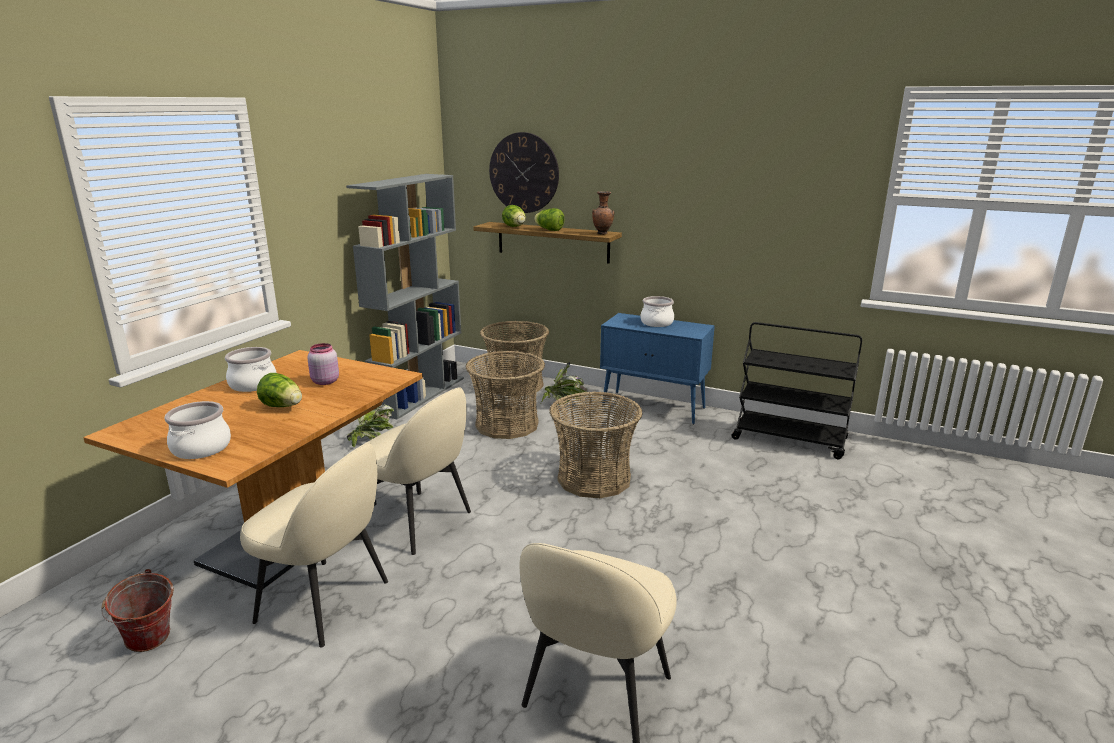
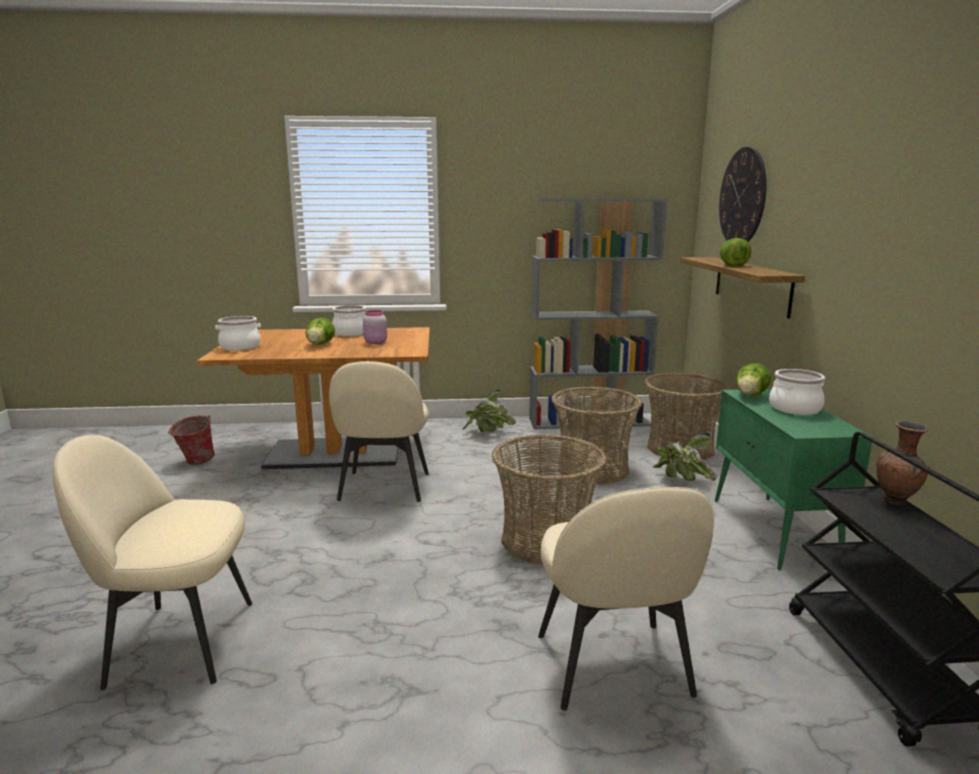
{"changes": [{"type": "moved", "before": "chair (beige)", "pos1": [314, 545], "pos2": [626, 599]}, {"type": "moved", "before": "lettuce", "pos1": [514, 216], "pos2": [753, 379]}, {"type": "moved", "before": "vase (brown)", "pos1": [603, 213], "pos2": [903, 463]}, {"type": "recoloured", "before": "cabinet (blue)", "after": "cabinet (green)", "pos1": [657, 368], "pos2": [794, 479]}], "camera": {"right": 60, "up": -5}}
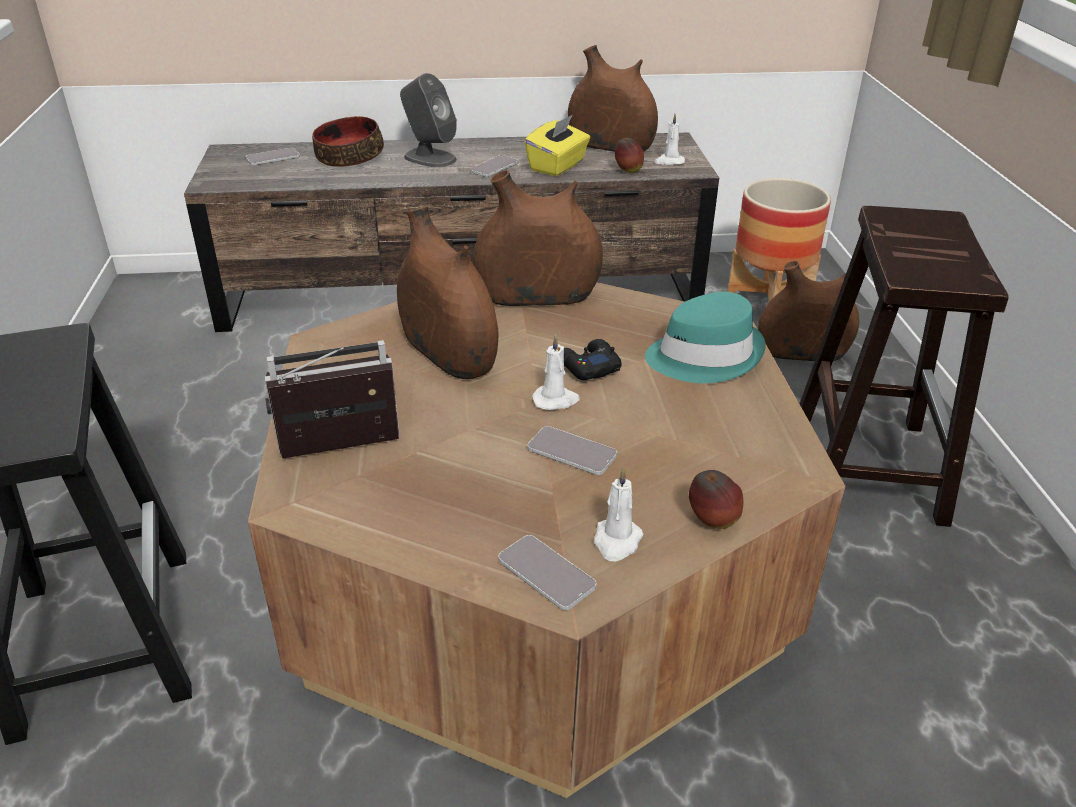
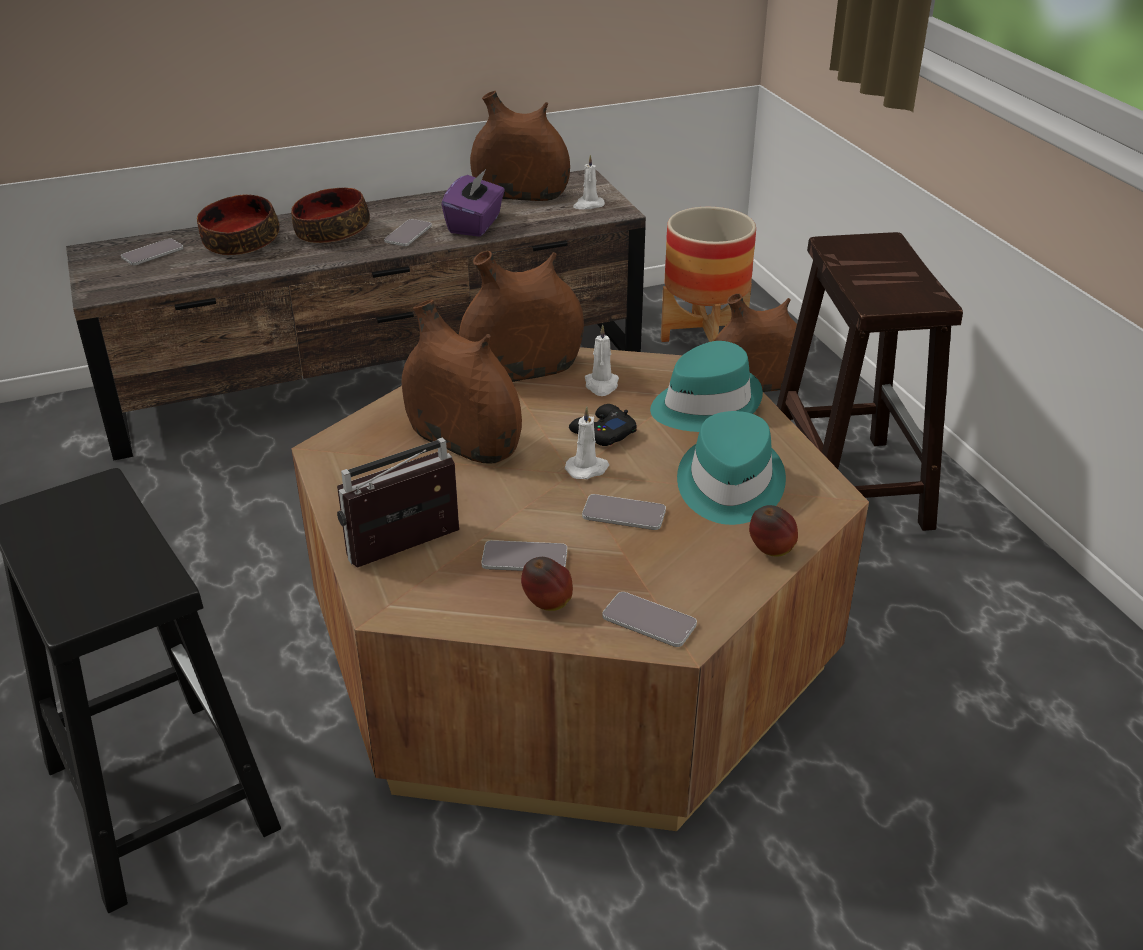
{"changes": [{"type": "added", "after": "phone", "pos2": [524, 555]}, {"type": "added", "after": "hat (turquoise)", "pos2": [731, 468]}, {"type": "moved", "before": "candle (white)", "pos1": [619, 514], "pos2": [602, 360]}, {"type": "moved", "before": "apple", "pos1": [629, 155], "pos2": [547, 584]}, {"type": "replaced", "before": "speaker (grey)", "after": "bowl", "pos1": [428, 120], "pos2": [330, 215]}, {"type": "recoloured", "before": "tissue box (yellow)", "after": "tissue box (purple)", "pos1": [557, 146], "pos2": [473, 203]}], "camera": {"right": -15, "up": 0}}
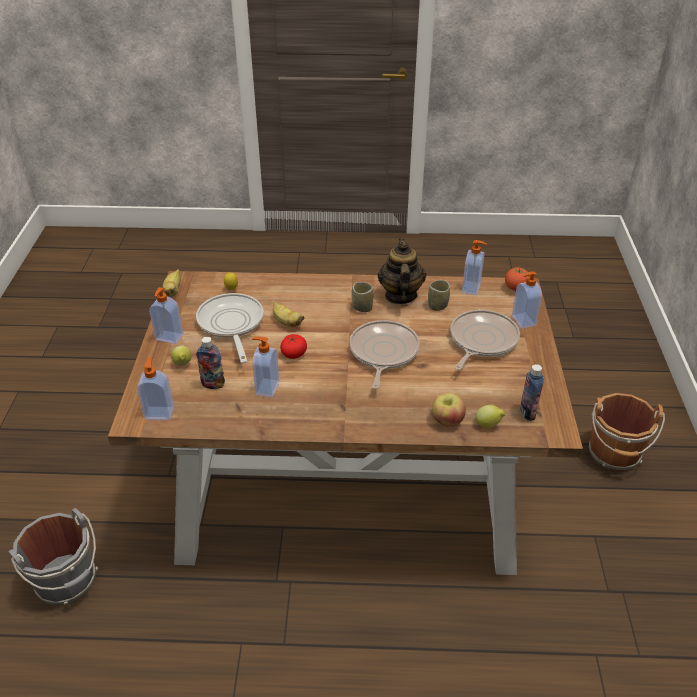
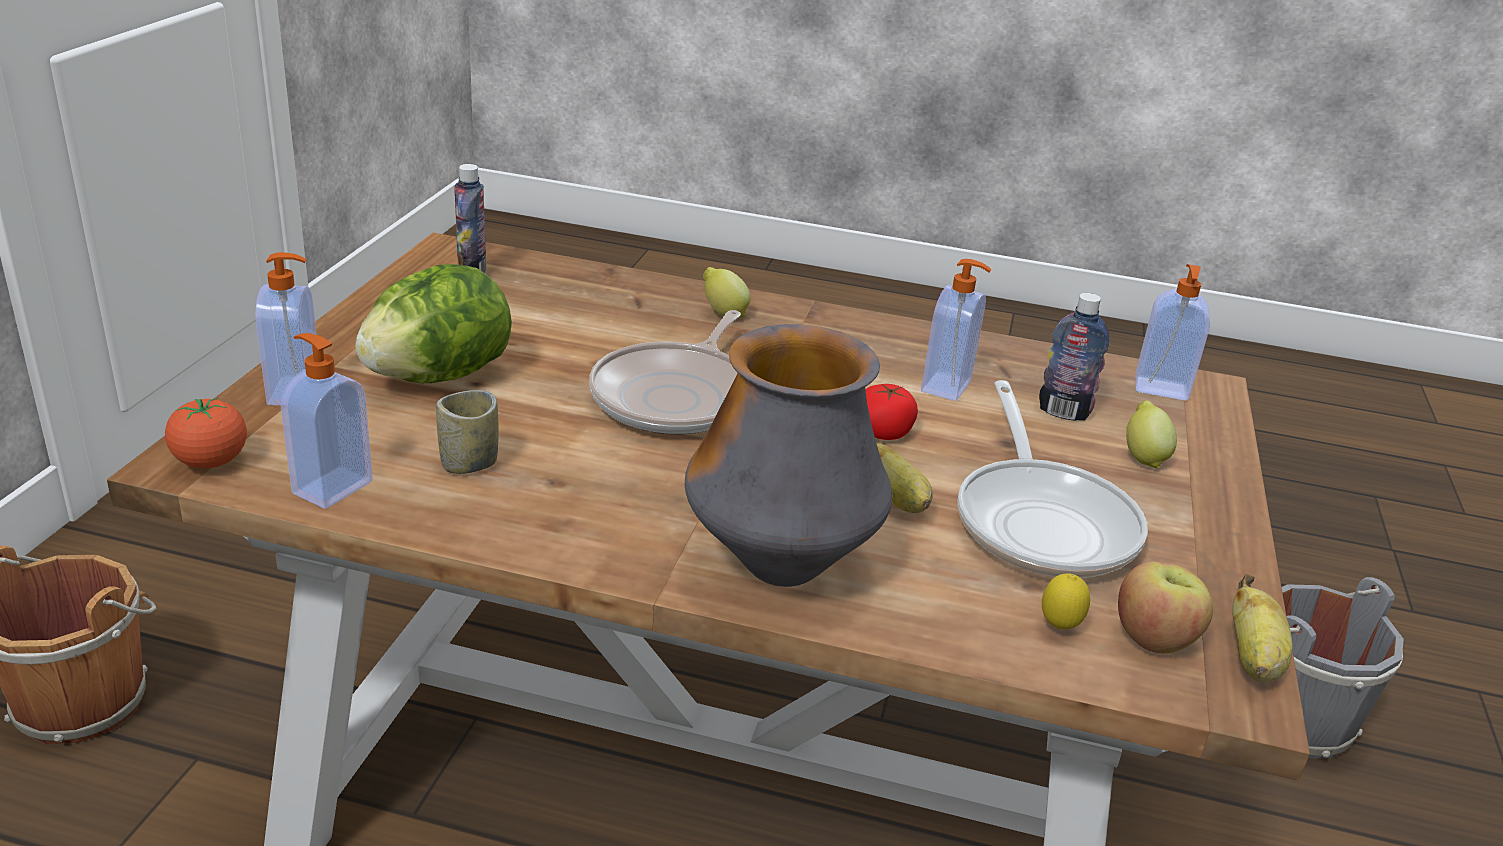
{"changes": [{"type": "removed", "before": "soap dispenser", "pos1": [166, 315]}, {"type": "removed", "before": "cup", "pos1": [363, 297]}, {"type": "removed", "before": "teapot", "pos1": [402, 271]}, {"type": "added", "after": "vase", "pos2": [789, 455]}, {"type": "moved", "before": "apple", "pos1": [449, 410], "pos2": [1165, 608]}, {"type": "moved", "before": "lemon", "pos1": [490, 416], "pos2": [727, 292]}, {"type": "replaced", "before": "frying pan", "after": "lettuce", "pos1": [485, 340], "pos2": [433, 323]}], "camera": {"right": -170, "up": -10}}
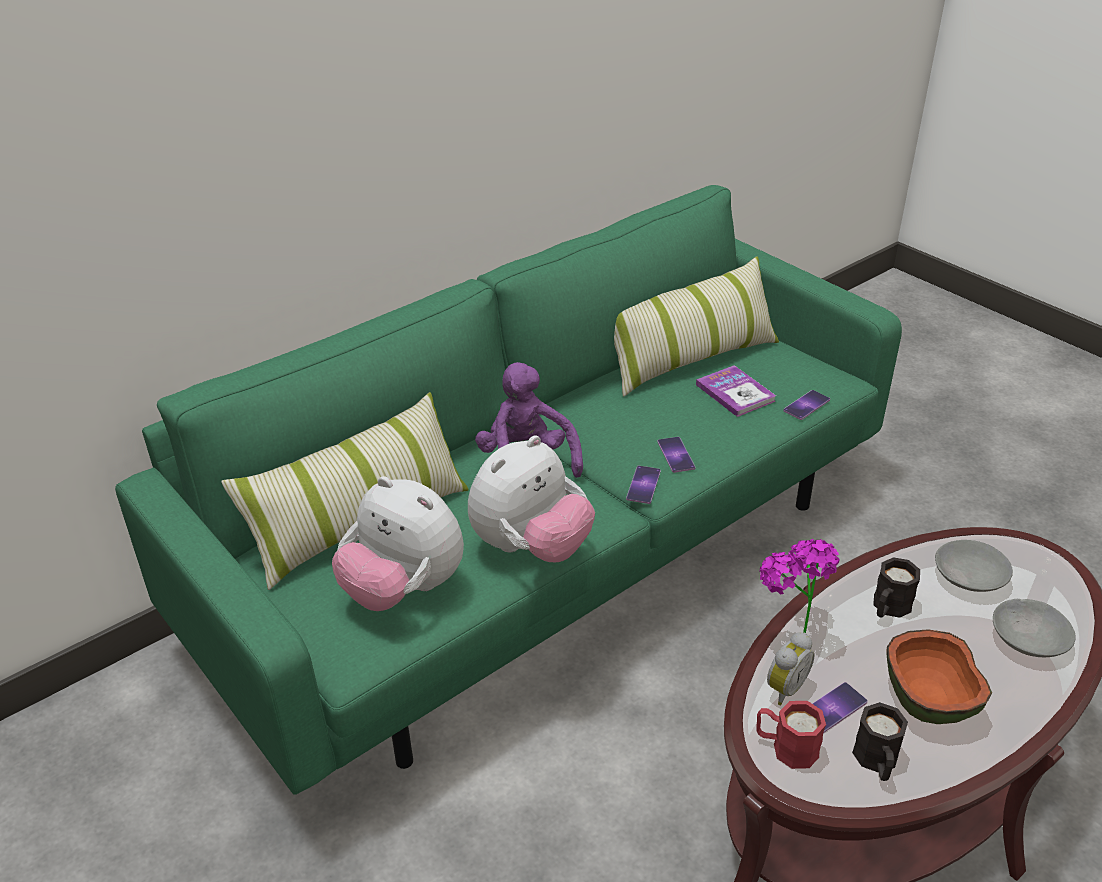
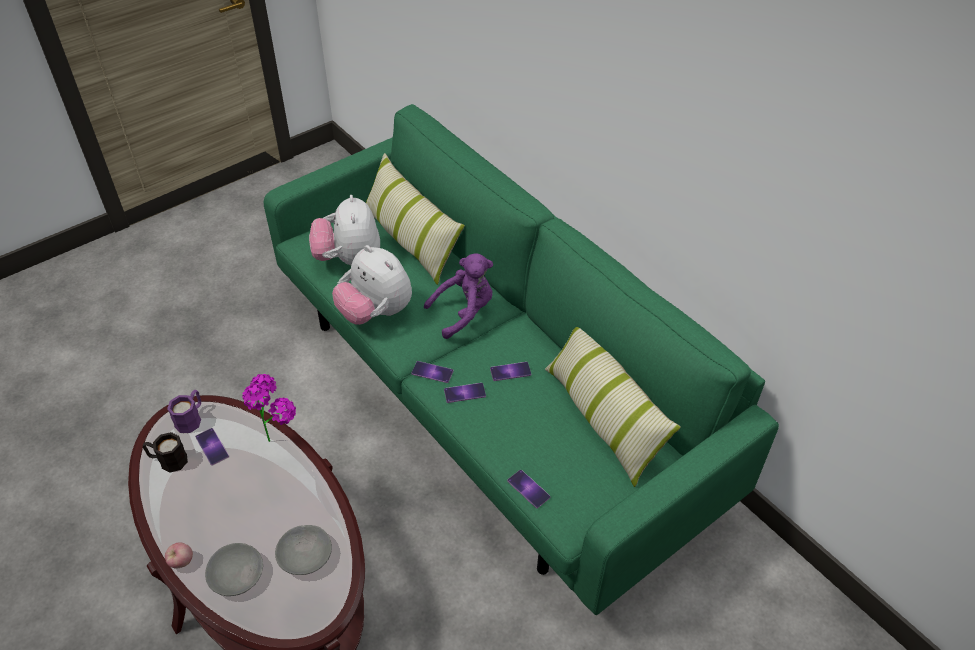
{"changes": [{"type": "removed", "before": "book", "pos1": [736, 391]}, {"type": "removed", "before": "alarm clock", "pos1": [790, 668]}, {"type": "removed", "before": "mug (black)", "pos1": [896, 587]}, {"type": "removed", "before": "bowl", "pos1": [939, 676]}, {"type": "added", "after": "apple", "pos2": [179, 555]}, {"type": "added", "after": "phone", "pos2": [510, 371]}, {"type": "recoloured", "before": "mug (red)", "after": "mug (purple)", "pos1": [791, 735], "pos2": [184, 411]}, {"type": "turned", "before": "plush toy", "pos1": [398, 543], "pos2": [344, 230], "turn": -45}], "camera": {"right": 90, "up": 10}}
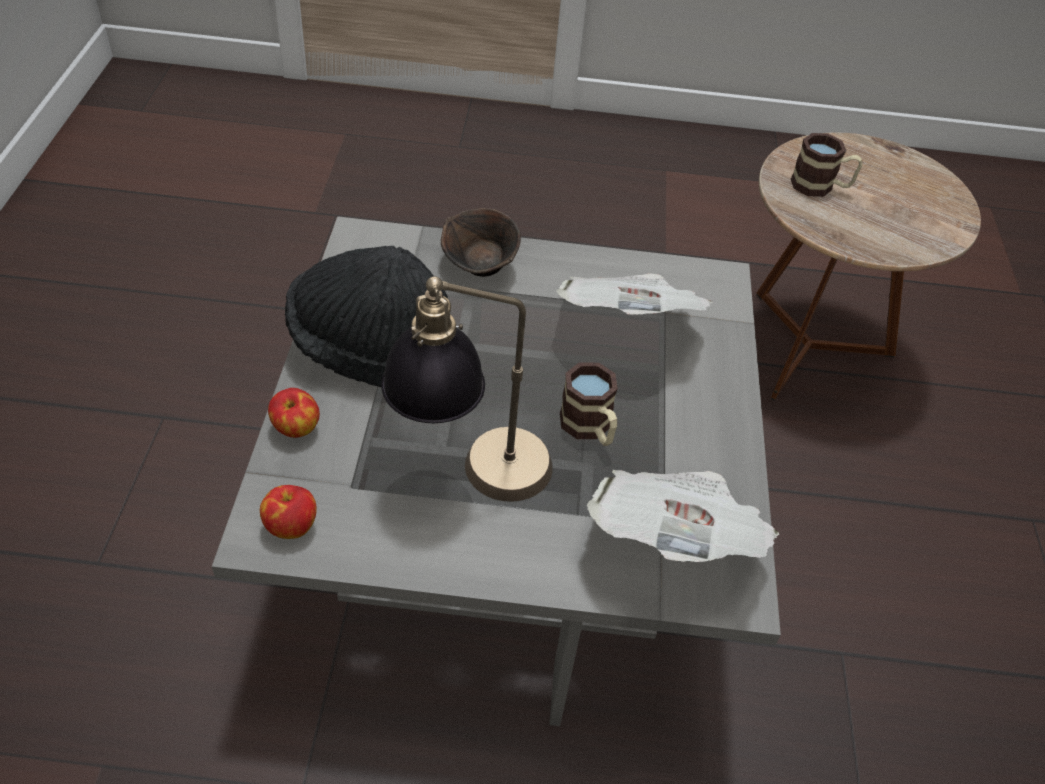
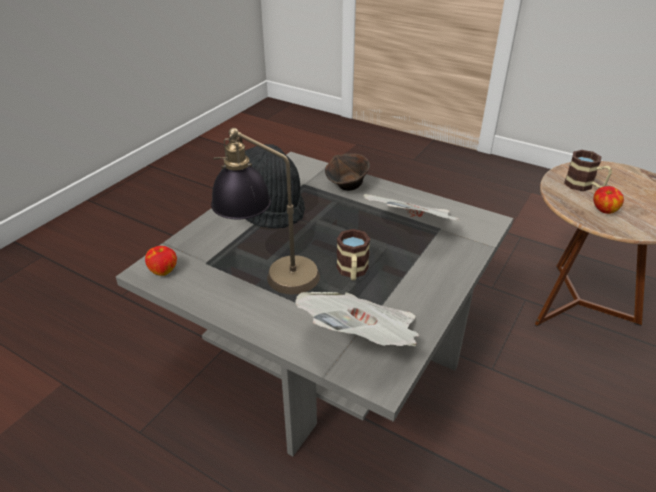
{"changes": [{"type": "moved", "before": "apple", "pos1": [294, 413], "pos2": [608, 200]}], "camera": {"right": 30, "up": -10}}
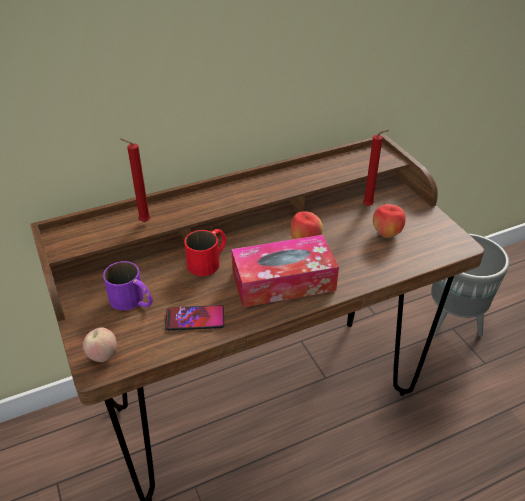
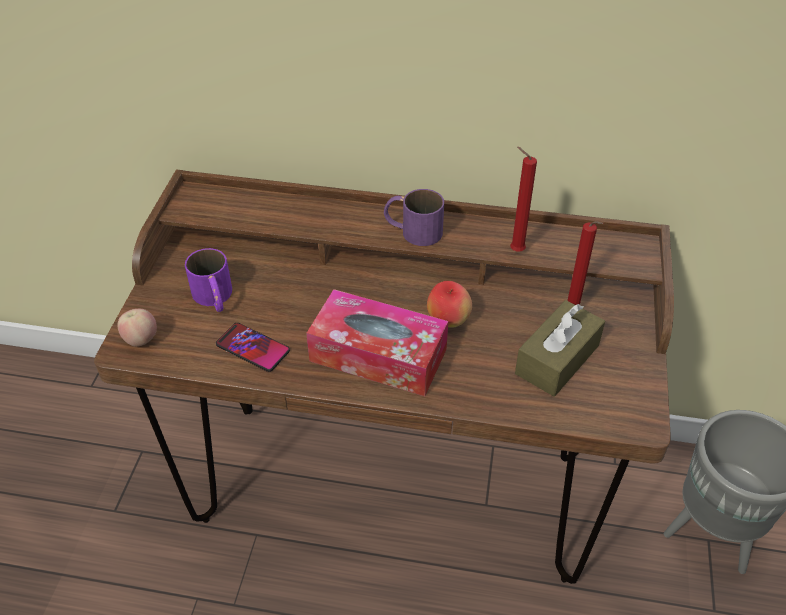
{"changes": [{"type": "removed", "before": "mug (red)", "pos1": [205, 252]}, {"type": "added", "after": "mug (purple)", "pos2": [414, 217]}, {"type": "moved", "before": "candle (red)", "pos1": [135, 180], "pos2": [523, 199]}, {"type": "replaced", "before": "apple", "after": "tissue box (brown)", "pos1": [389, 221], "pos2": [560, 348]}], "camera": {"right": 35, "up": 5}}
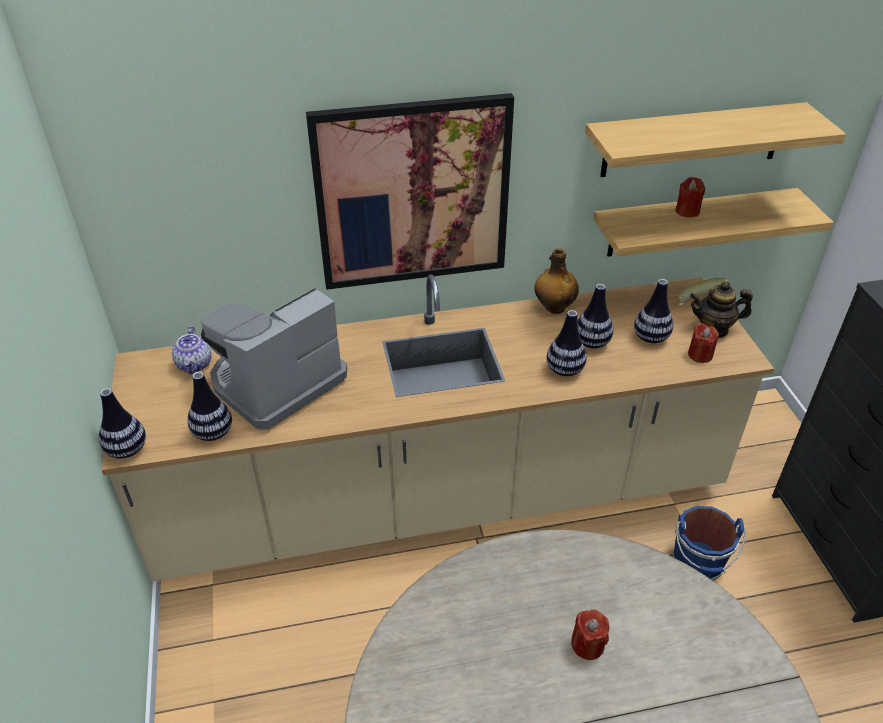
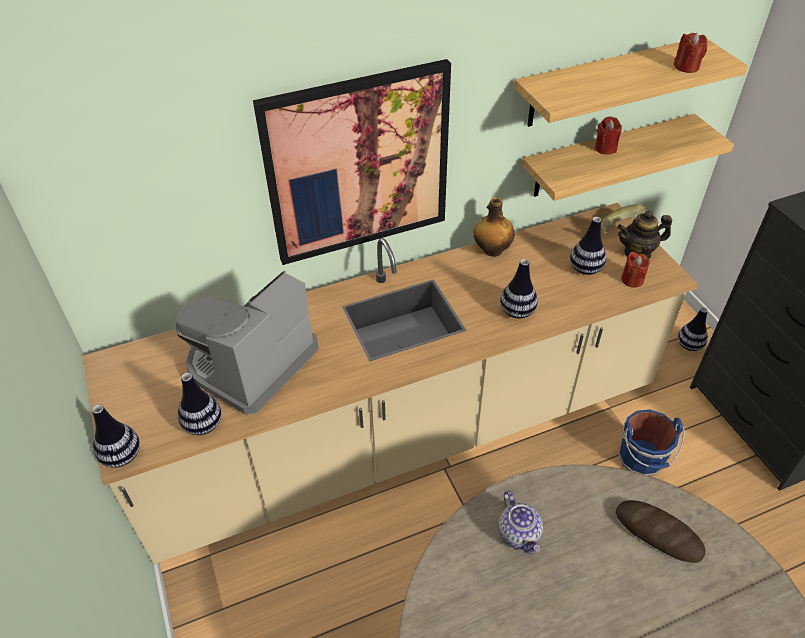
{"changes": [{"type": "added", "after": "bread", "pos2": [660, 531]}, {"type": "moved", "before": "teapot", "pos1": [192, 350], "pos2": [520, 522]}, {"type": "moved", "before": "candle (red)", "pos1": [590, 634], "pos2": [690, 53]}, {"type": "moved", "before": "vase", "pos1": [595, 316], "pos2": [693, 329]}], "camera": {"right": -10, "up": 5}}
